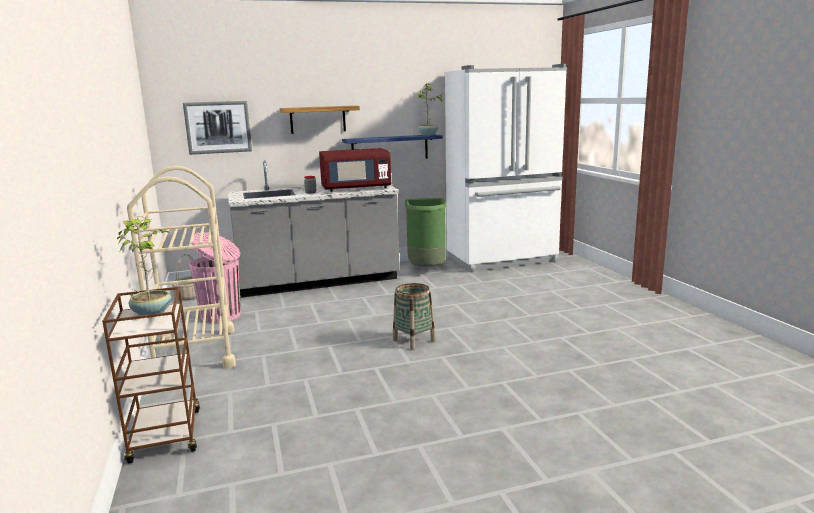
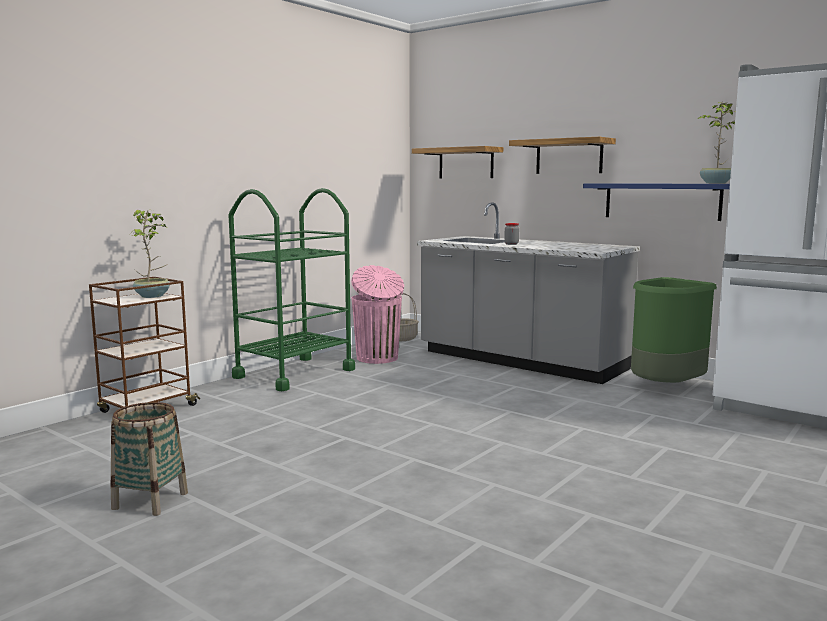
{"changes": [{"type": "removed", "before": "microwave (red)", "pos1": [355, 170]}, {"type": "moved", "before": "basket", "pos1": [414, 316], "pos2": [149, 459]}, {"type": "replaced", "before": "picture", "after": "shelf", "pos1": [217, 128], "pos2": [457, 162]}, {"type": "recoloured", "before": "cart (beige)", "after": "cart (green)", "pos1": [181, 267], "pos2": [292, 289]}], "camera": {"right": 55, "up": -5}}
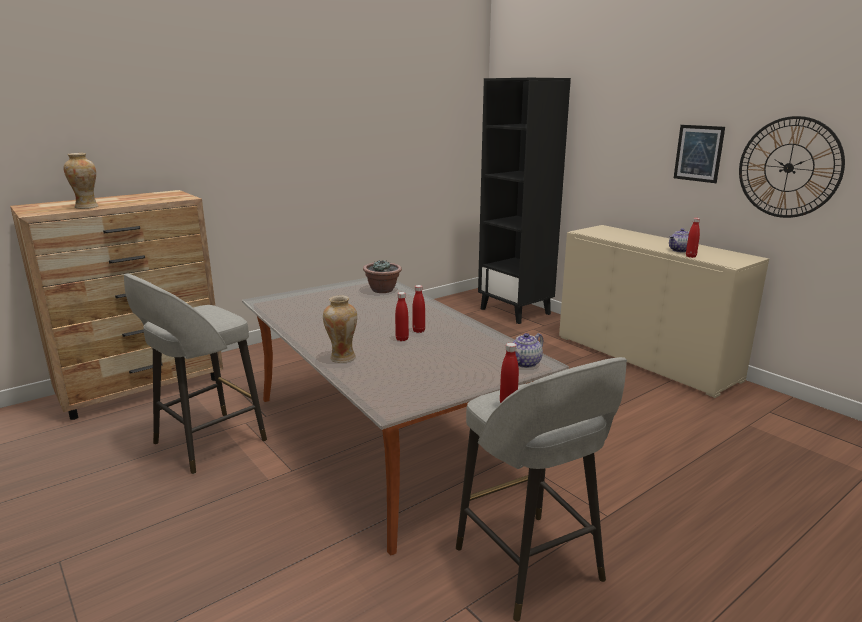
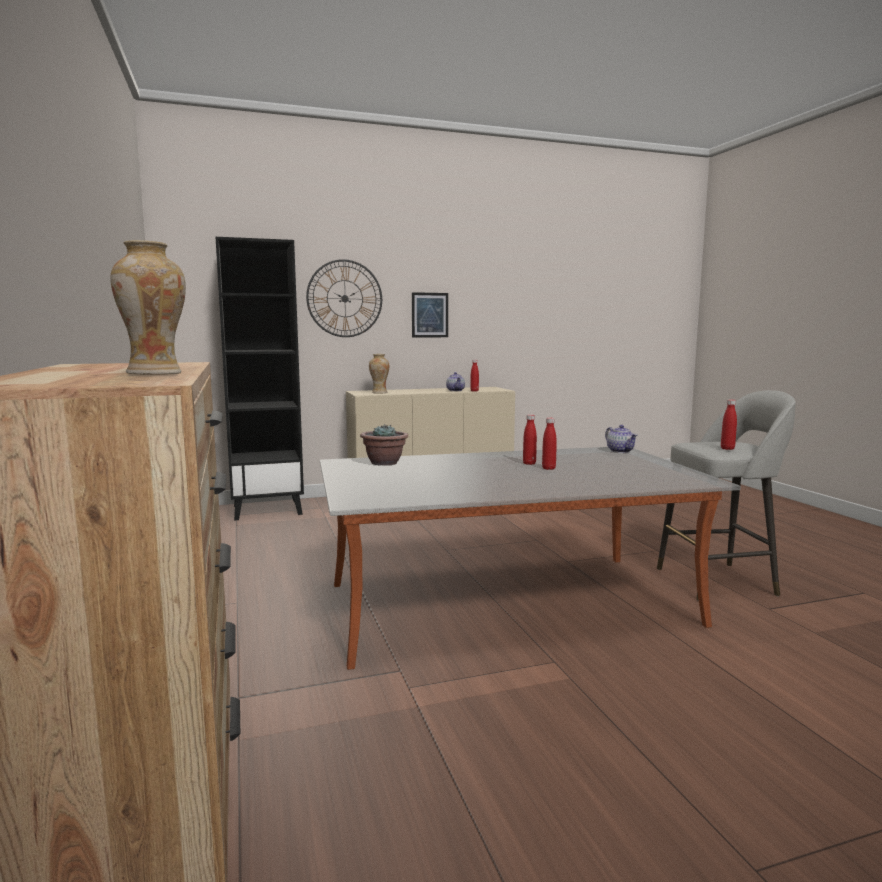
{"changes": [{"type": "removed", "before": "stool (grey)", "pos1": [195, 374]}, {"type": "moved", "before": "vase", "pos1": [340, 329], "pos2": [379, 374]}, {"type": "moved", "before": "wall clock", "pos1": [792, 167], "pos2": [344, 298]}], "camera": {"right": -70, "up": -10}}
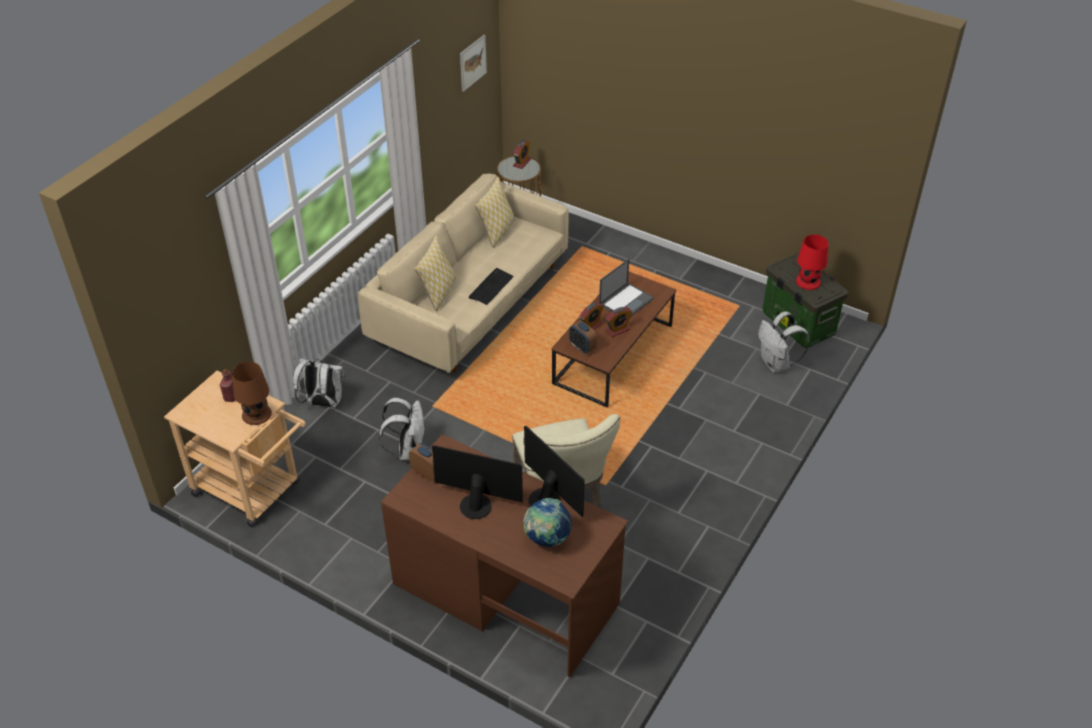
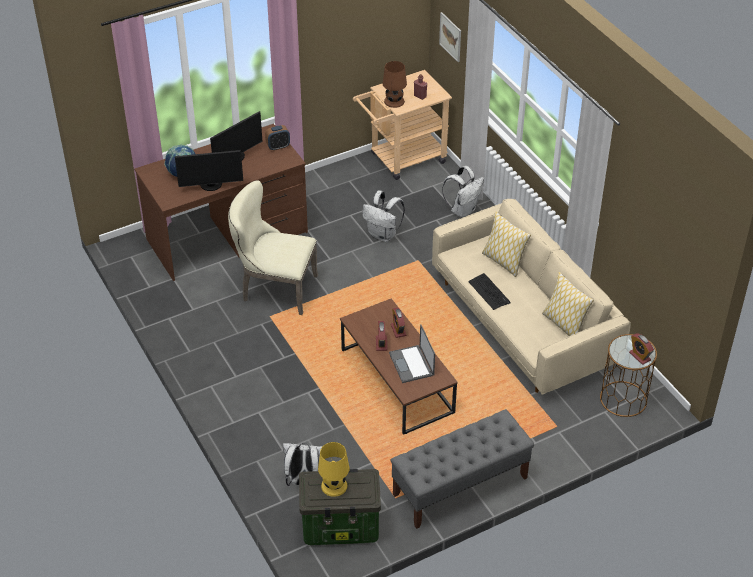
{"changes": [{"type": "removed", "before": "alarm clock", "pos1": [583, 337]}, {"type": "added", "after": "bench (grey)", "pos2": [462, 469]}, {"type": "moved", "before": "picture", "pos1": [473, 63], "pos2": [450, 37]}, {"type": "recoloured", "before": "table lamp (red)", "after": "table lamp (yellow)", "pos1": [812, 262], "pos2": [333, 469]}], "camera": {"right": 120, "up": 0}}
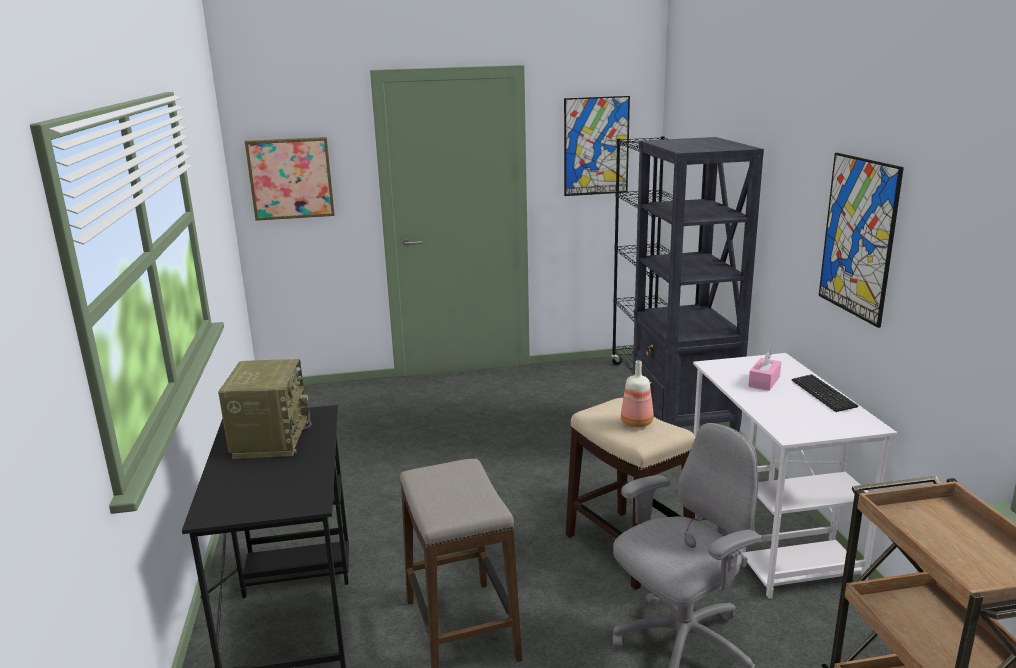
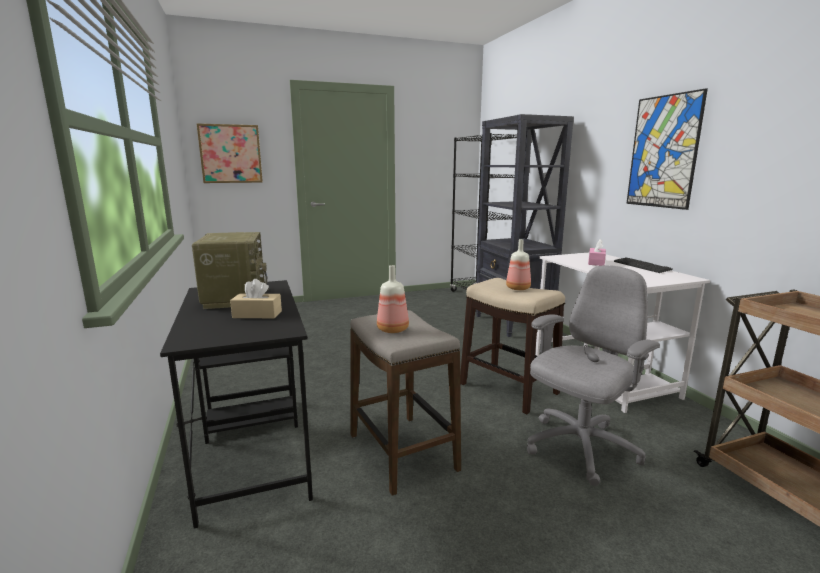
{"changes": [{"type": "removed", "before": "picture", "pos1": [597, 146]}, {"type": "added", "after": "tissue box (beige)", "pos2": [256, 298]}, {"type": "added", "after": "bottle", "pos2": [393, 299]}], "camera": {"right": -10, "up": -5}}
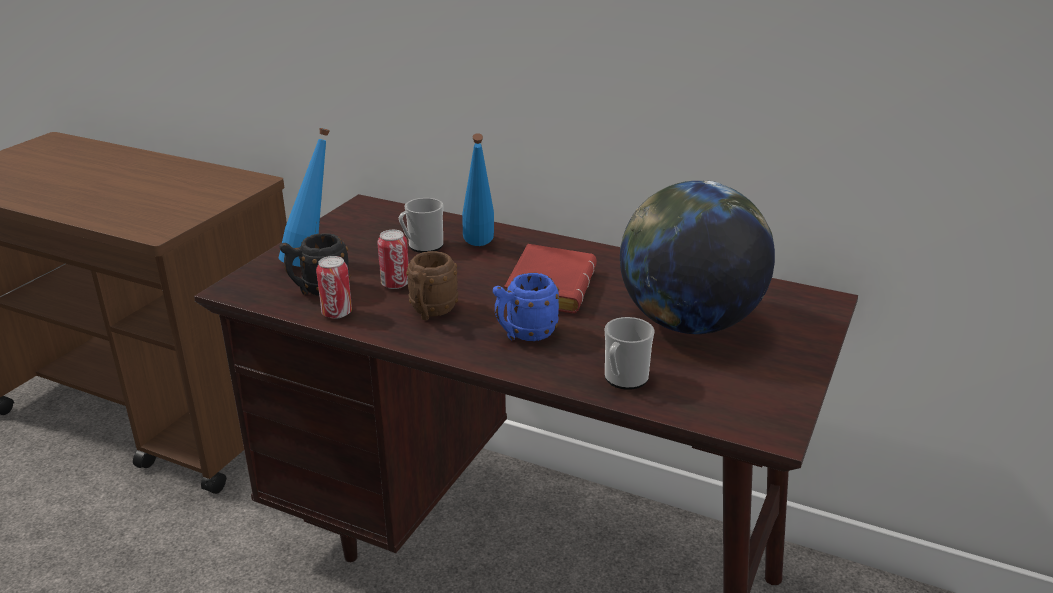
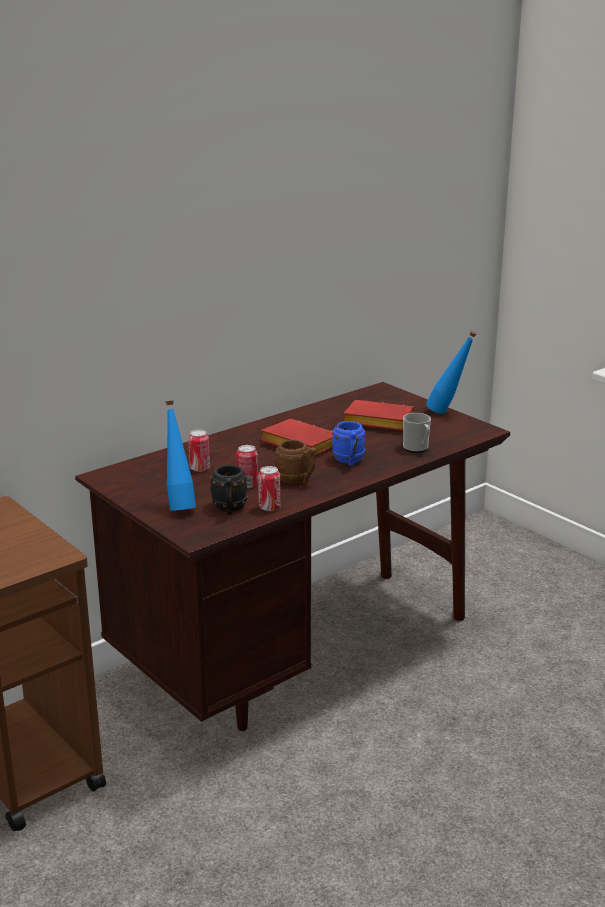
{"changes": [{"type": "moved", "before": "bottle (blue)", "pos1": [478, 189], "pos2": [451, 372]}, {"type": "replaced", "before": "mug", "after": "can", "pos1": [421, 225], "pos2": [199, 451]}, {"type": "replaced", "before": "globe", "after": "book (red)", "pos1": [697, 257], "pos2": [378, 415]}], "camera": {"right": -65, "up": -5}}
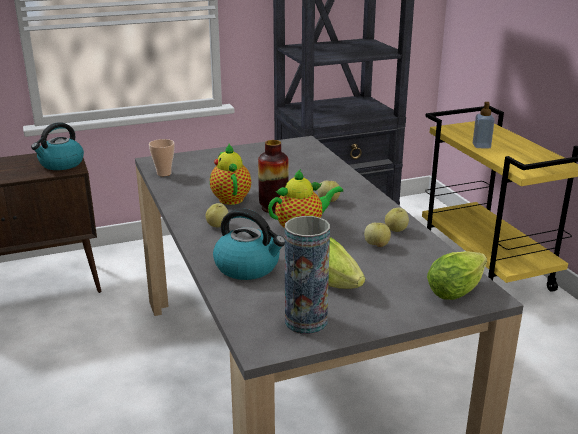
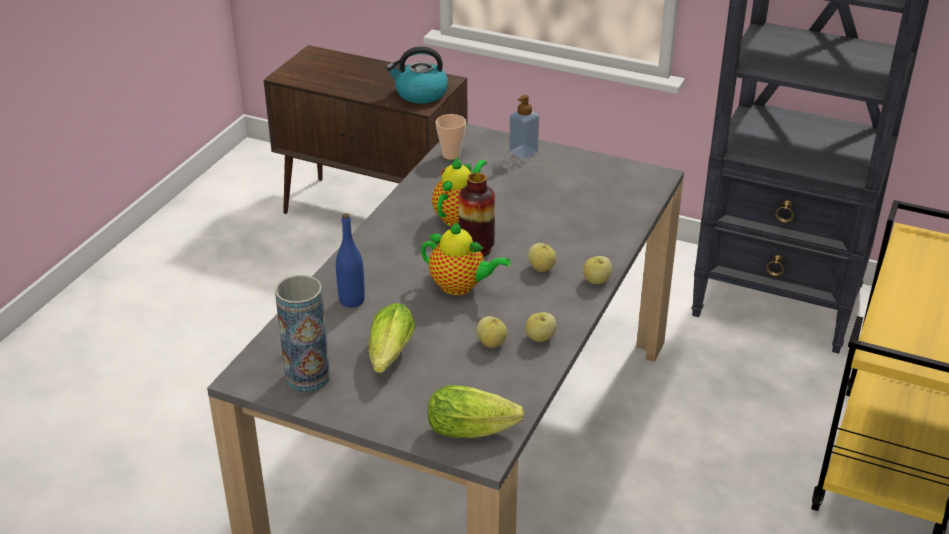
{"changes": [{"type": "moved", "before": "apple", "pos1": [217, 215], "pos2": [597, 270]}, {"type": "moved", "before": "soap dispenser", "pos1": [484, 125], "pos2": [524, 127]}, {"type": "replaced", "before": "kettle", "after": "bottle (blue)", "pos1": [249, 244], "pos2": [350, 260]}], "camera": {"right": 45, "up": 10}}
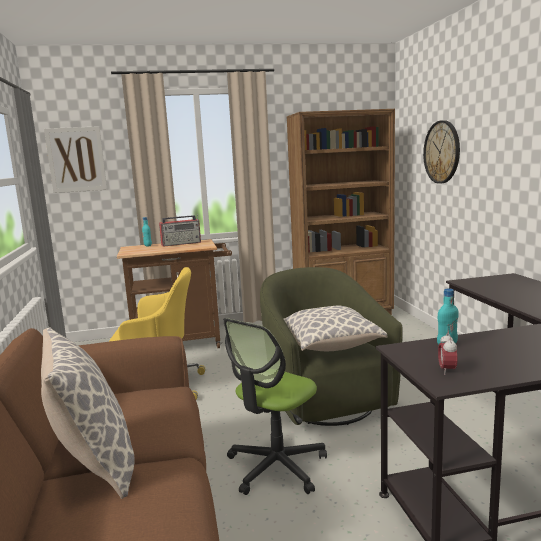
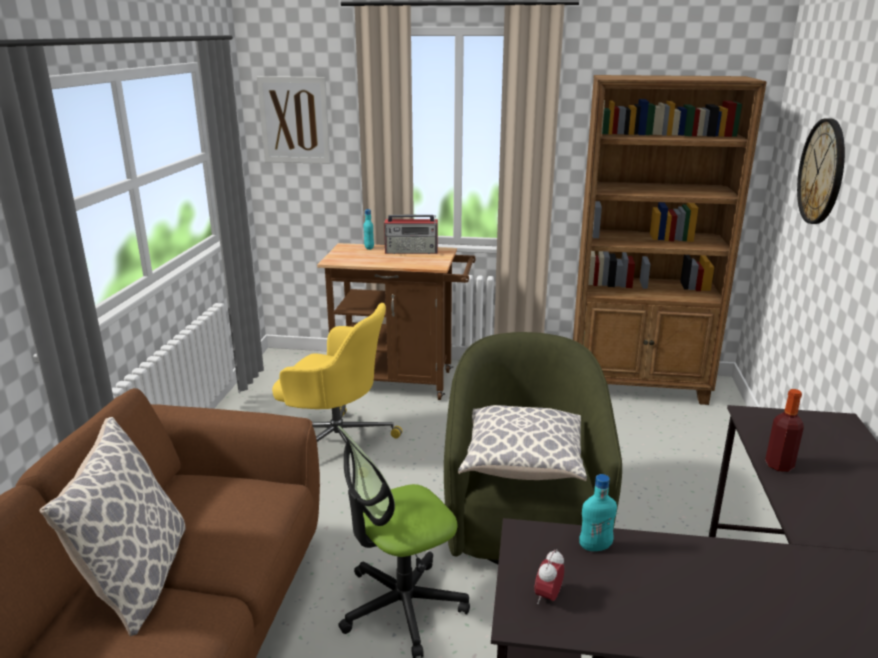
{"changes": [{"type": "added", "after": "bottle", "pos2": [784, 430]}], "camera": {"right": 20, "up": 10}}
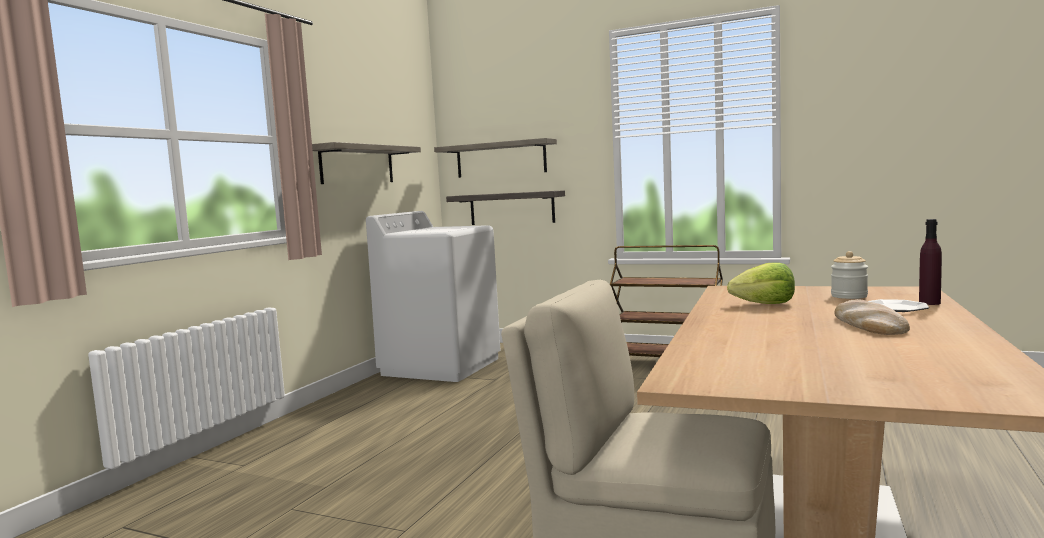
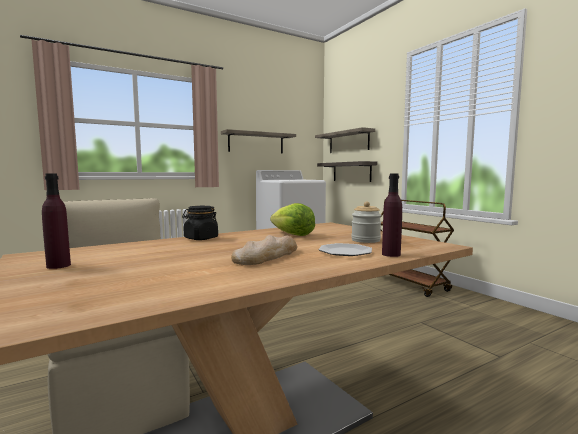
{"changes": [{"type": "added", "after": "bottle (purple)", "pos2": [56, 221]}, {"type": "added", "after": "jar (black)", "pos2": [200, 223]}], "camera": {"right": 35, "up": 0}}
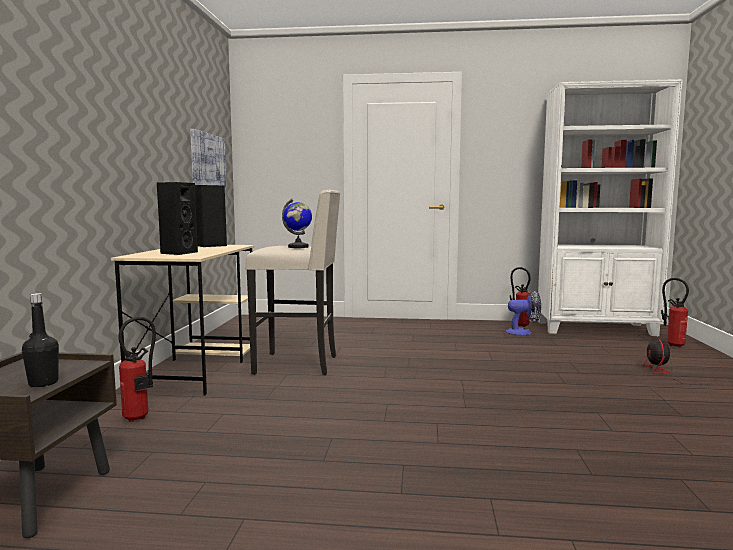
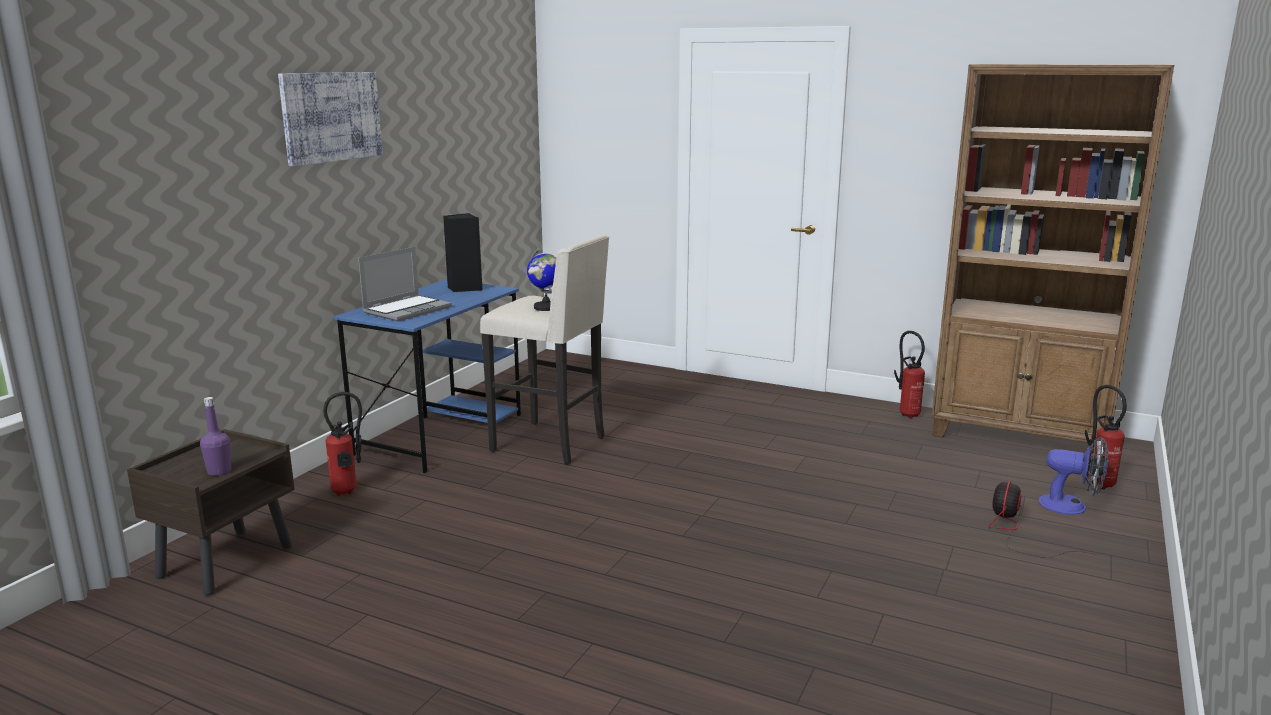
{"changes": [{"type": "moved", "before": "picture", "pos1": [208, 158], "pos2": [330, 119]}, {"type": "moved", "before": "fan", "pos1": [523, 312], "pos2": [1073, 476]}, {"type": "replaced", "before": "speaker (black)", "after": "laptop", "pos1": [177, 218], "pos2": [405, 284]}, {"type": "recoloured", "before": "bottle (black)", "after": "bottle (purple)", "pos1": [40, 340], "pos2": [215, 436]}, {"type": "recoloured", "before": "desk (beige)", "after": "desk (blue)", "pos1": [183, 320], "pos2": [427, 376]}, {"type": "recoloured", "before": "bookcase (white)", "after": "bookcase (brown)", "pos1": [610, 207], "pos2": [1052, 262]}], "camera": {"right": 20, "up": 10}}
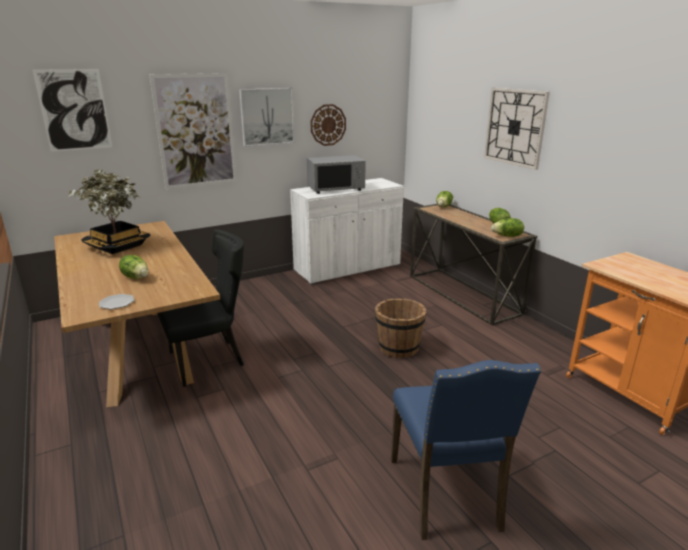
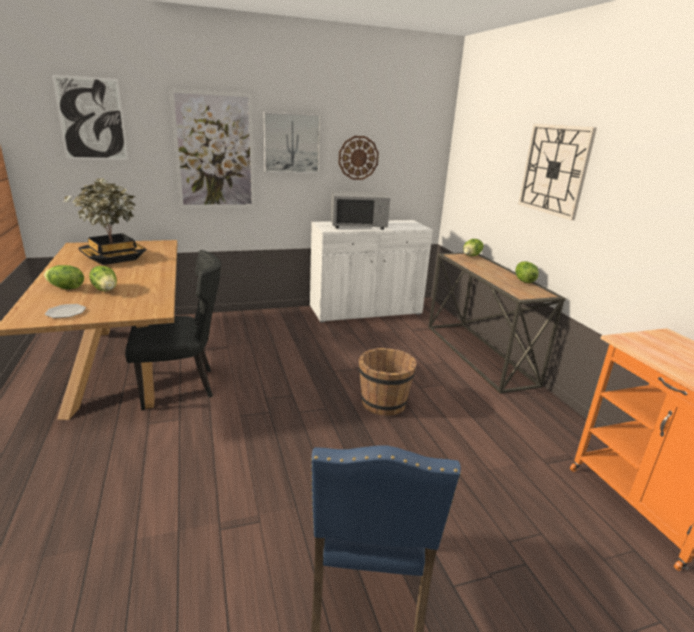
{"changes": [{"type": "moved", "before": "lettuce", "pos1": [507, 227], "pos2": [64, 277]}], "camera": {"right": 10, "up": 0}}
